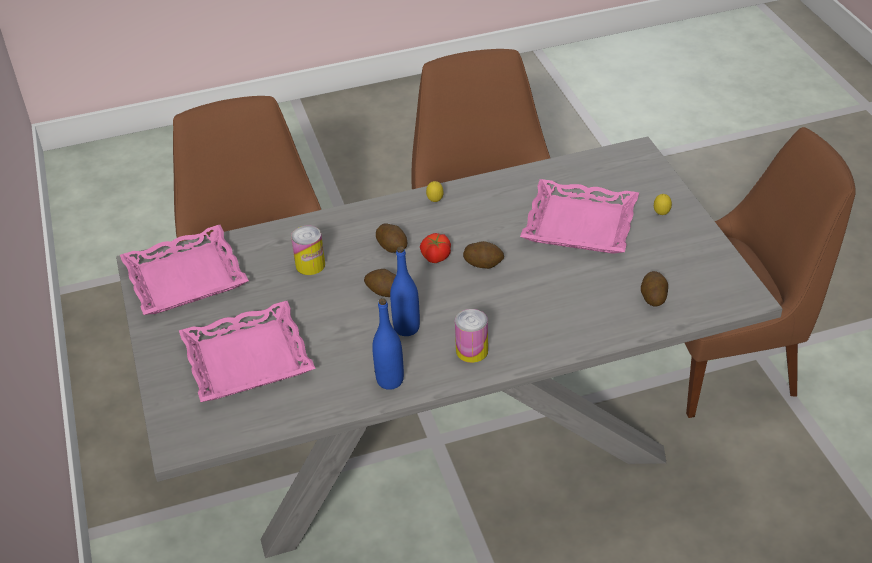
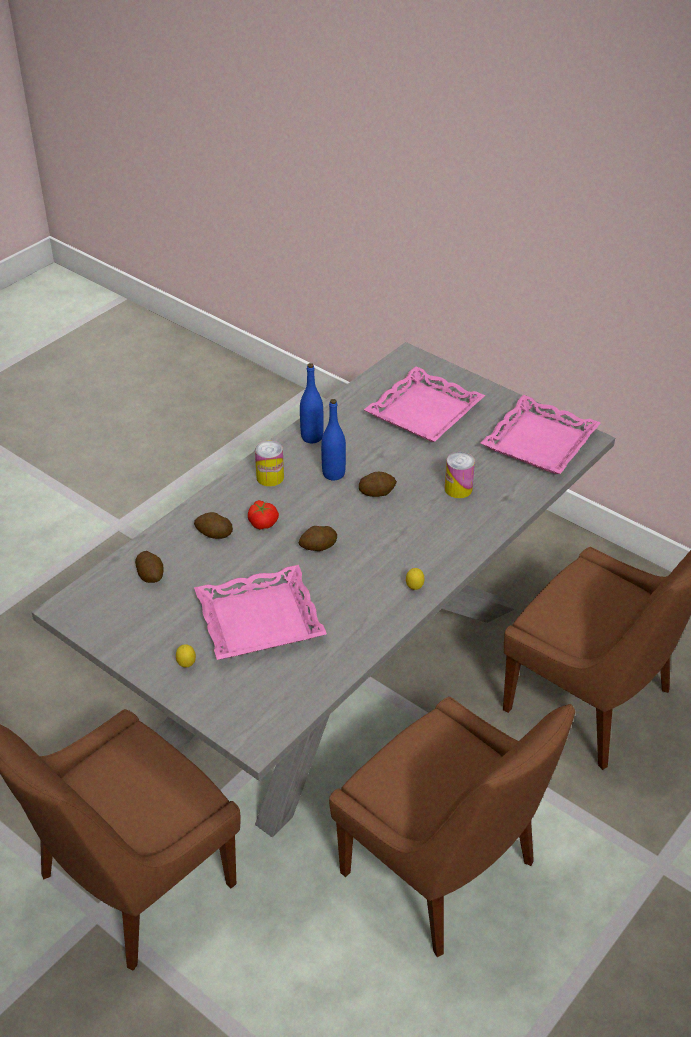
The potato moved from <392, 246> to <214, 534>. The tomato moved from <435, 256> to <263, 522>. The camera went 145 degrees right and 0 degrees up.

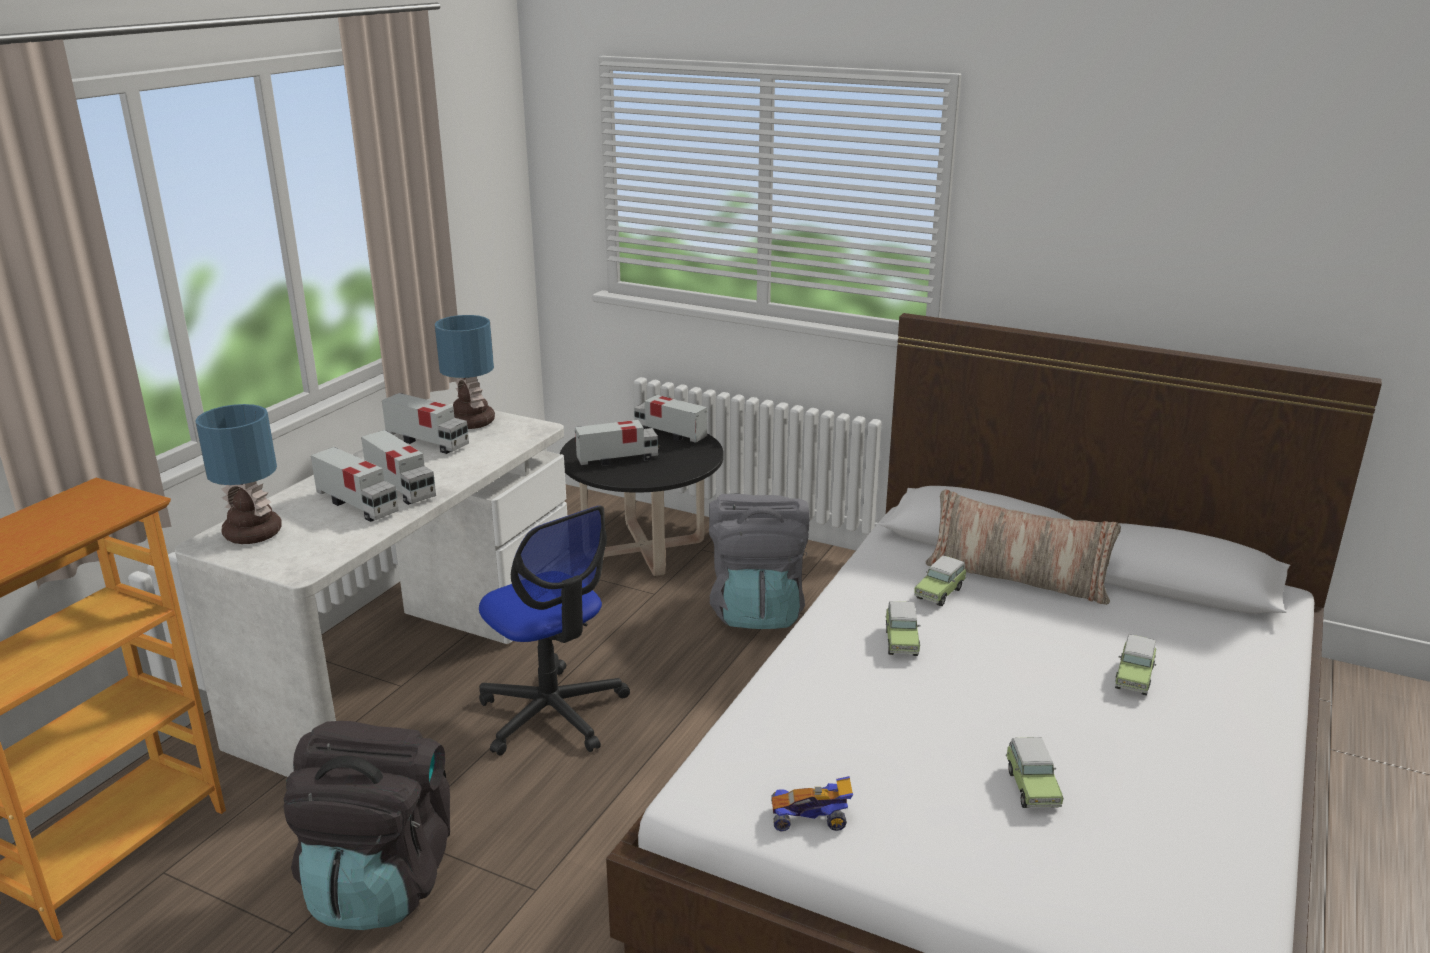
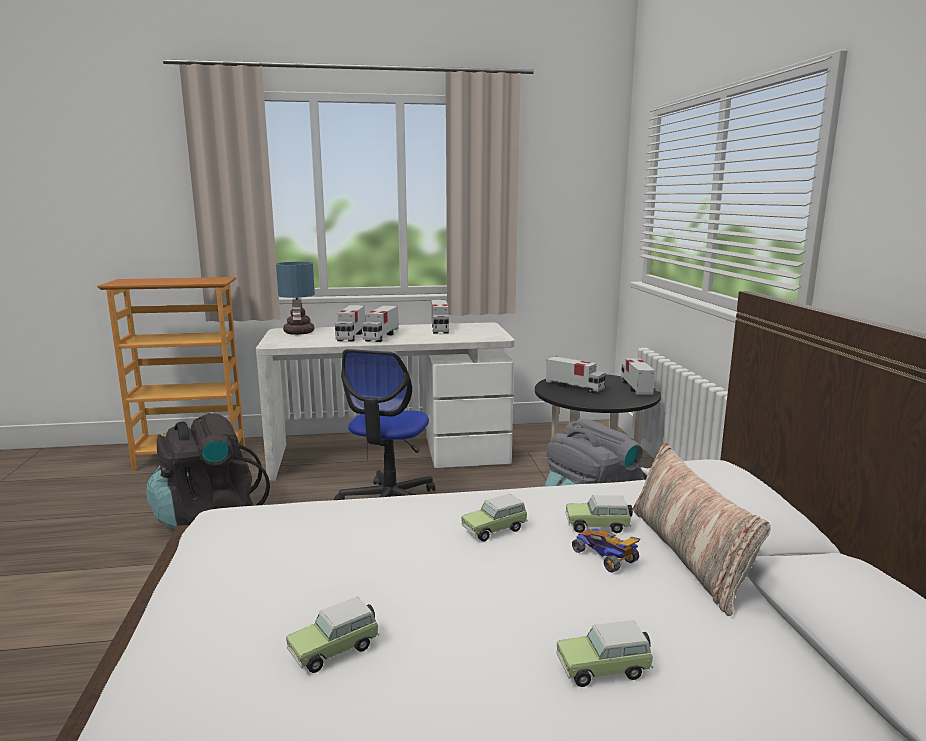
The table_lamp at <470, 421> disappeared. The toy_car moved from <810, 816> to <606, 557>. The camera went 55 degrees right and 10 degrees down.

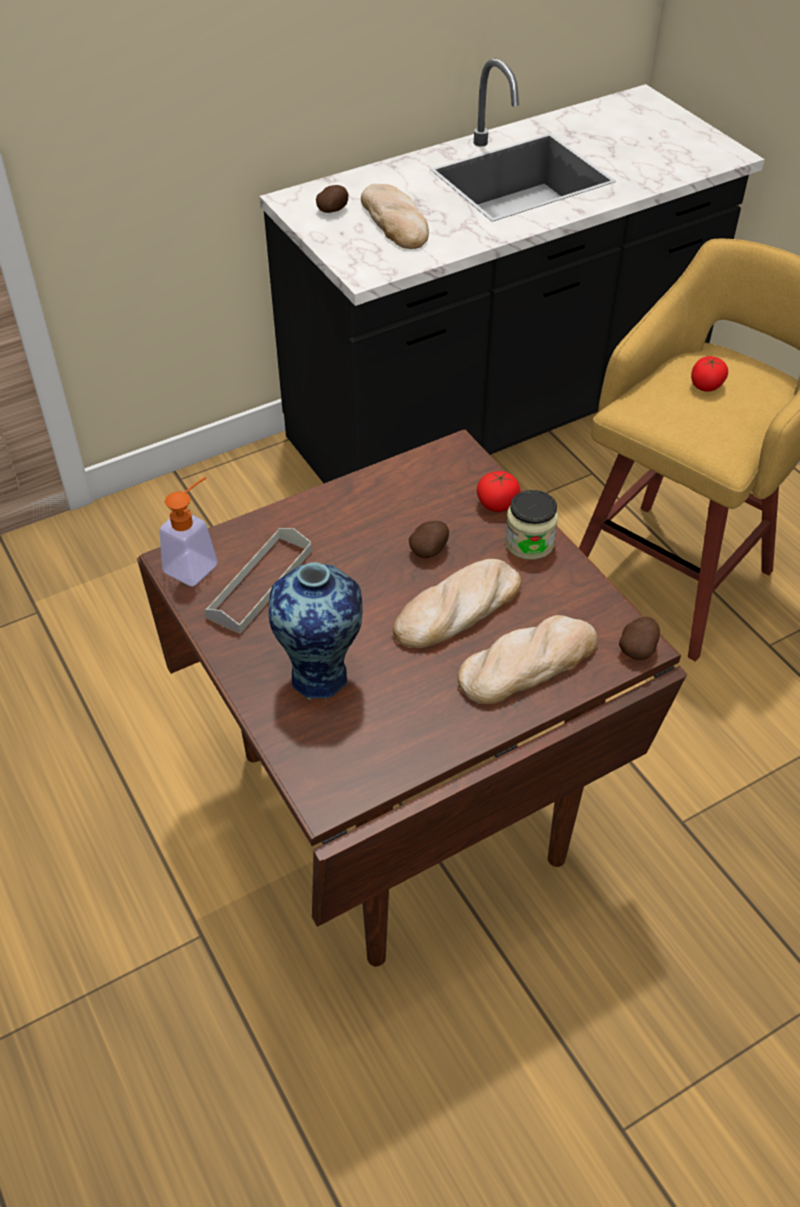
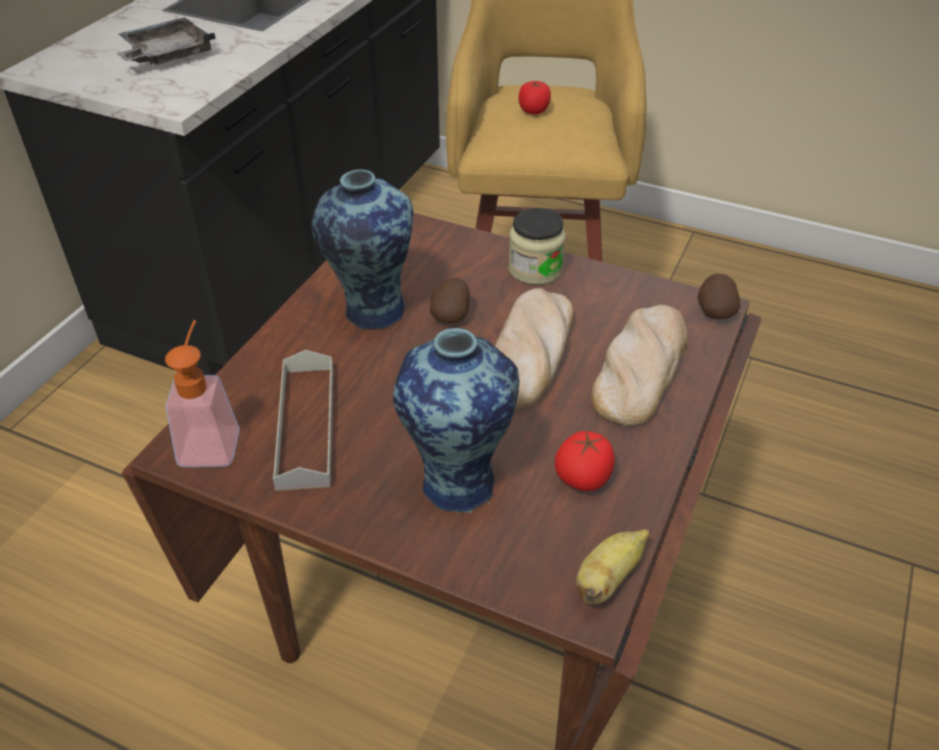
The potato at <333, 210> disappeared. The bread at <395, 221> was replaced by the grey_tray at <167, 55>. The tomato moved from <497, 504> to <583, 477>. The vase at <371, 310> appeared. The banana at <608, 579> appeared. The camera went 35 degrees left and 5 degrees down.

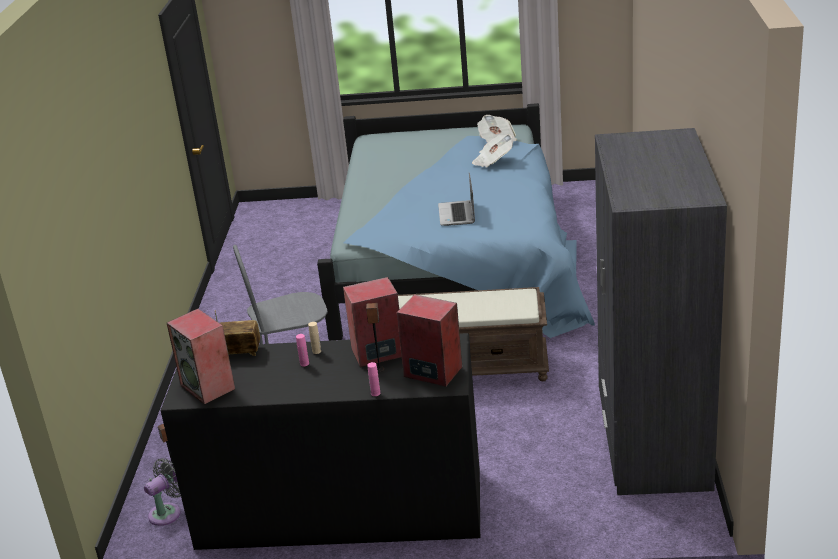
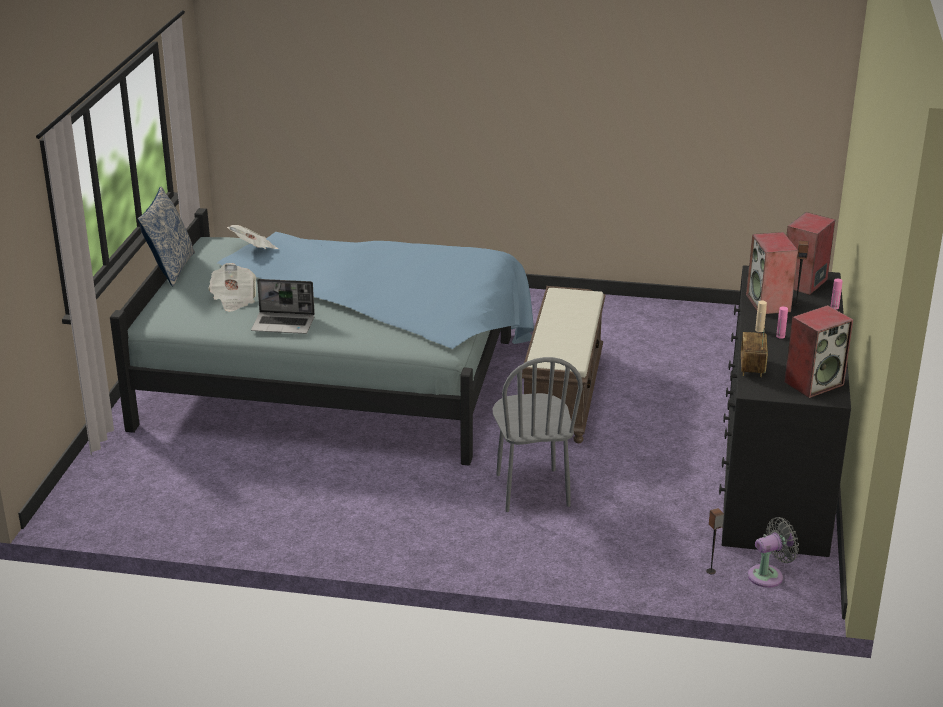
The grey_fan at <167, 512> turned 105 degrees clockwise. The laptop moved from <457, 215> to <284, 324>. The newspaper moved from <493, 161> to <234, 299>. The grey_wardrobe at <651, 440> disappeared. The pillow at <170, 269> appeared. The camera went 85 degrees left and 0 degrees up.

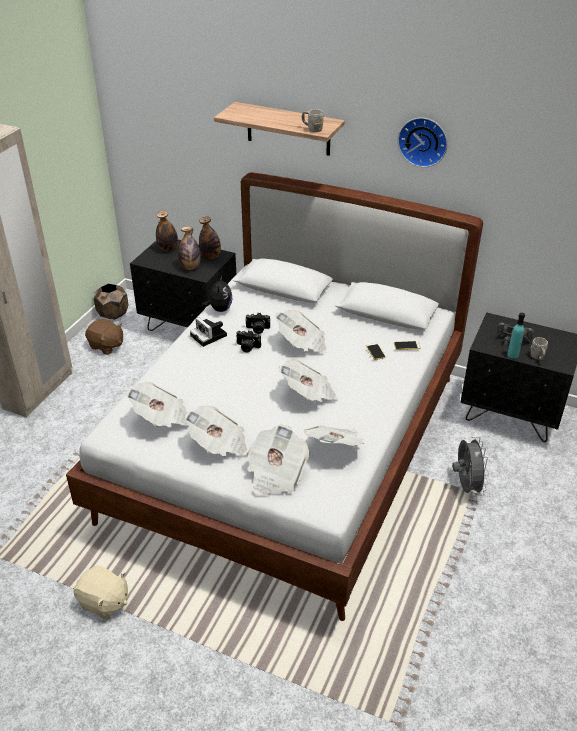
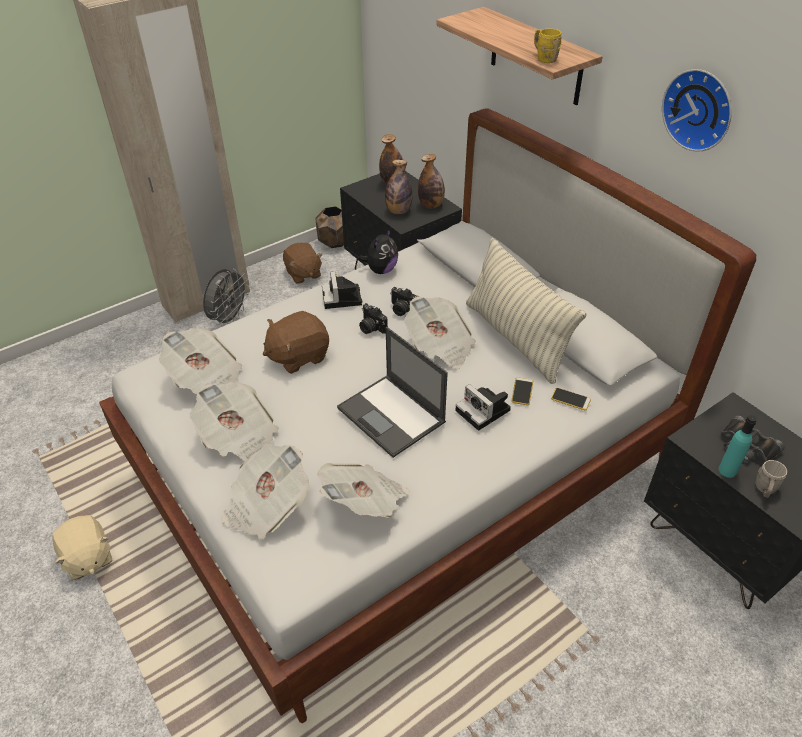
The newspaper at <309, 394> was replaced by the laptop at <392, 416>. The grey_mug at <312, 129> became the yellow_mug at <544, 58>. The grey_fan moved from <466, 486> to <229, 318>. The brown_plush_toy at <298, 356> appeared. The photo_camera at <484, 411> appeared. The pillow at <516, 338> appeared. The camera went 30 degrees right and 5 degrees up.

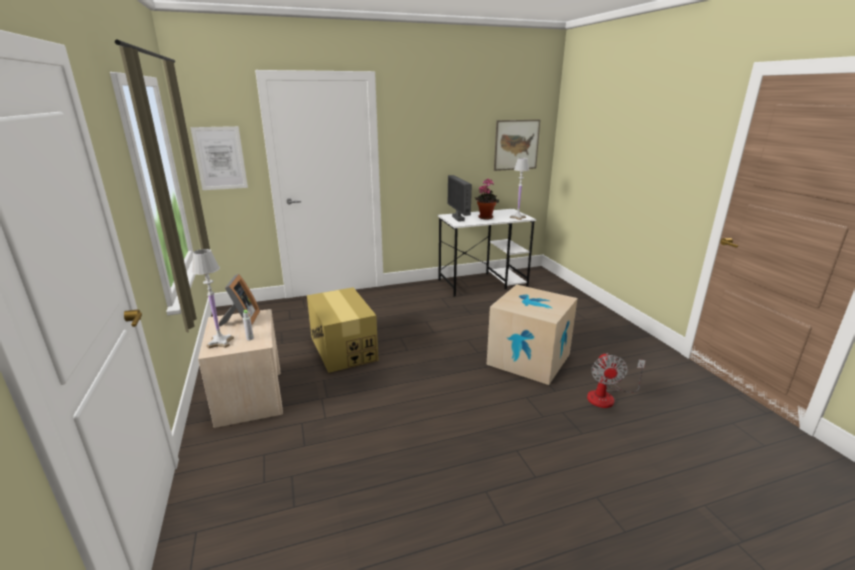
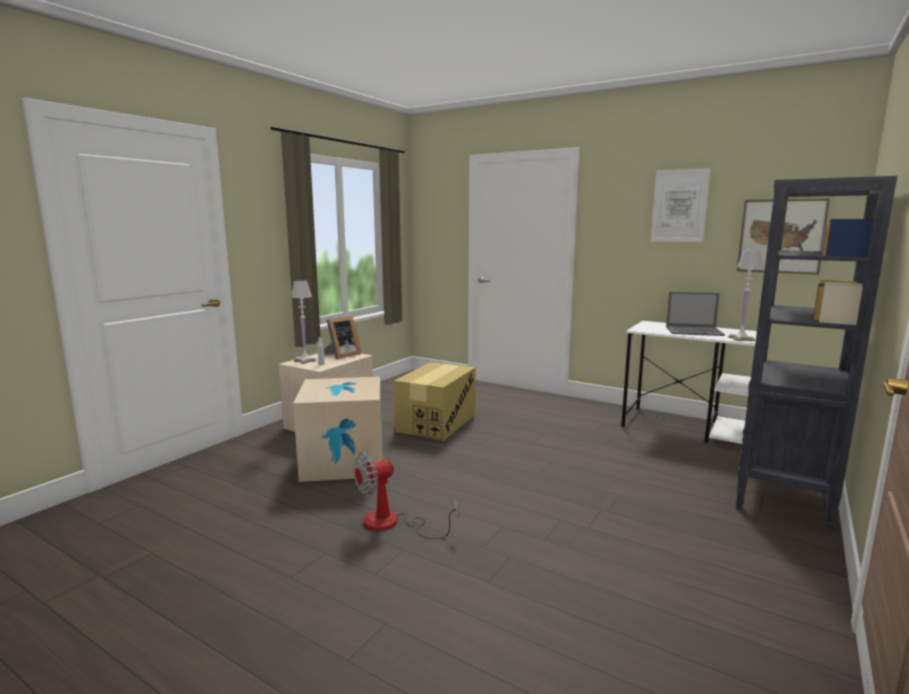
The picture moved from <220, 158> to <679, 206>. The monitor at <459, 218> disappeared. The potted_plant at <485, 217> was replaced by the laptop at <694, 331>. The cardboard_box moved from <528, 359> to <343, 462>. The fan moved from <607, 396> to <392, 524>. The black_bookcase at <783, 497> appeared. The camera went 50 degrees right and 10 degrees down.

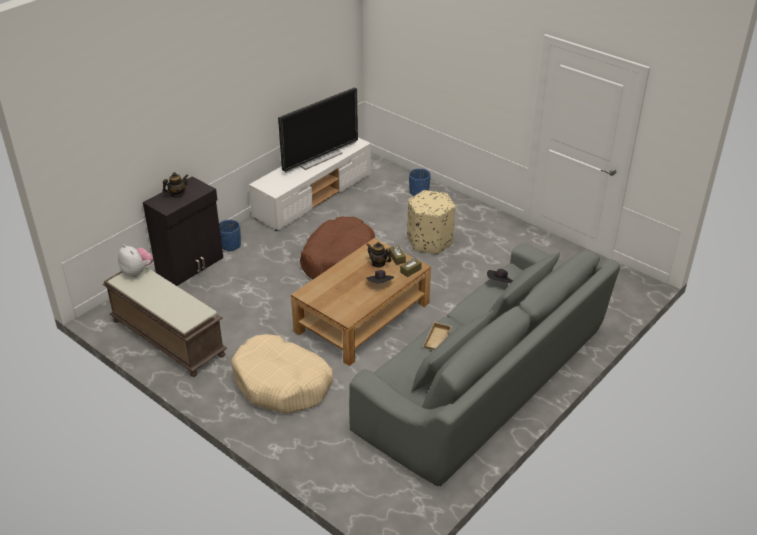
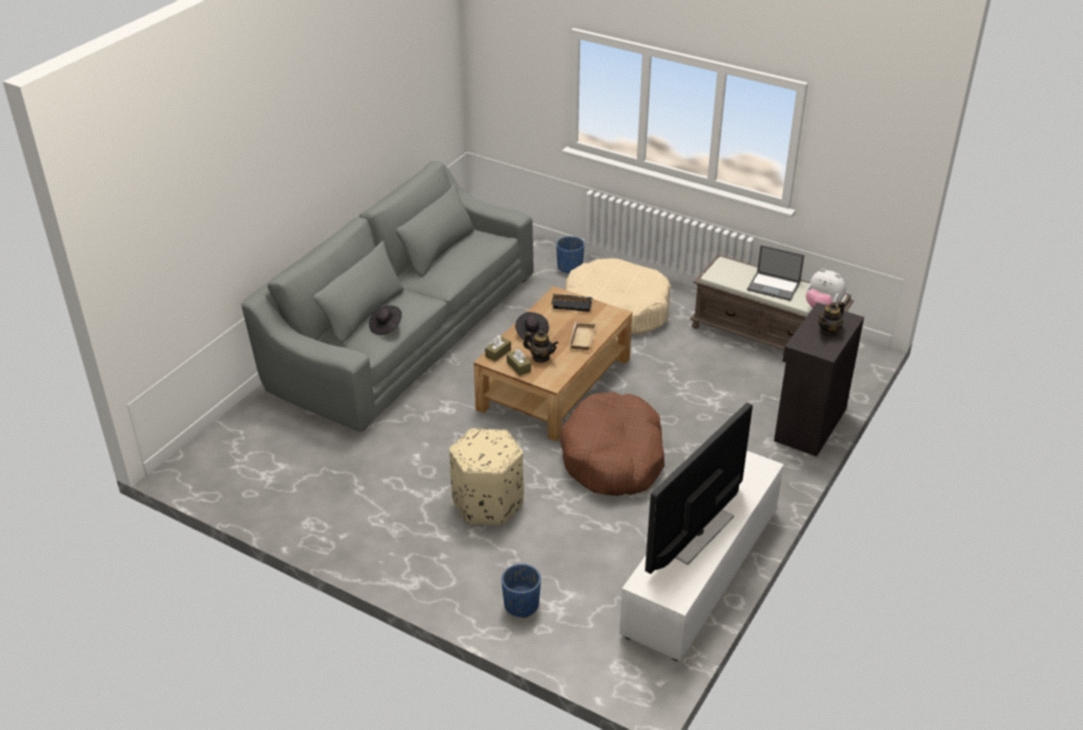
The blue_planter moved from <230, 245> to <570, 267>. The beige_tray moved from <438, 340> to <581, 338>. The black_tray at <572, 305> appeared. The laptop at <774, 286> appeared. The camera went 170 degrees right and 0 degrees up.

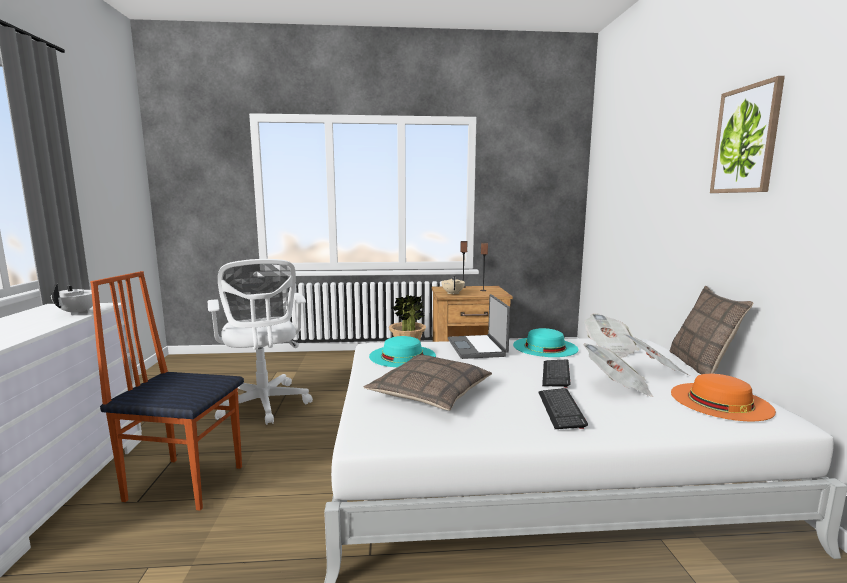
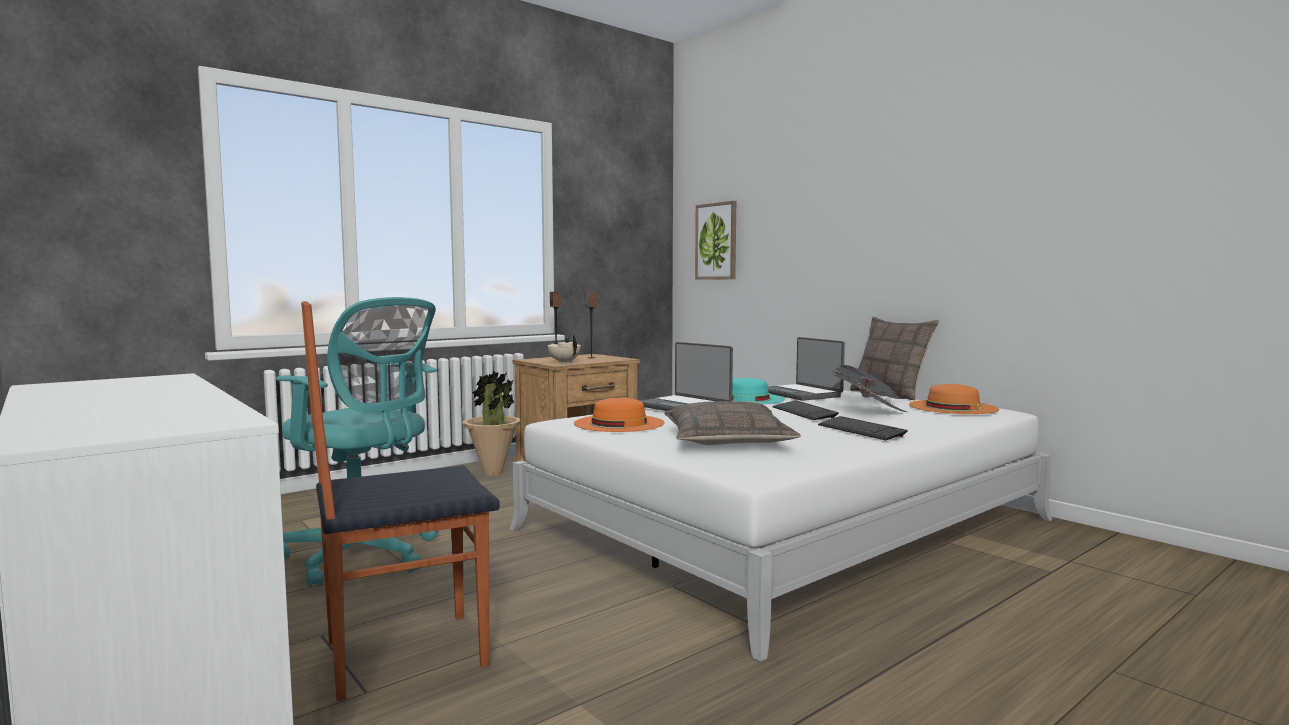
The white_teapot at <79, 312> disappeared. The white_office_chair at <264, 406> became the turquoise_office_chair at <363, 557>. The turquoise_hat at <402, 356> became the orange_hat at <619, 423>. The newspaper at <610, 349> was replaced by the laptop at <801, 394>. The picture moved from <746, 140> to <716, 241>. The camera went 35 degrees left and 5 degrees down.

